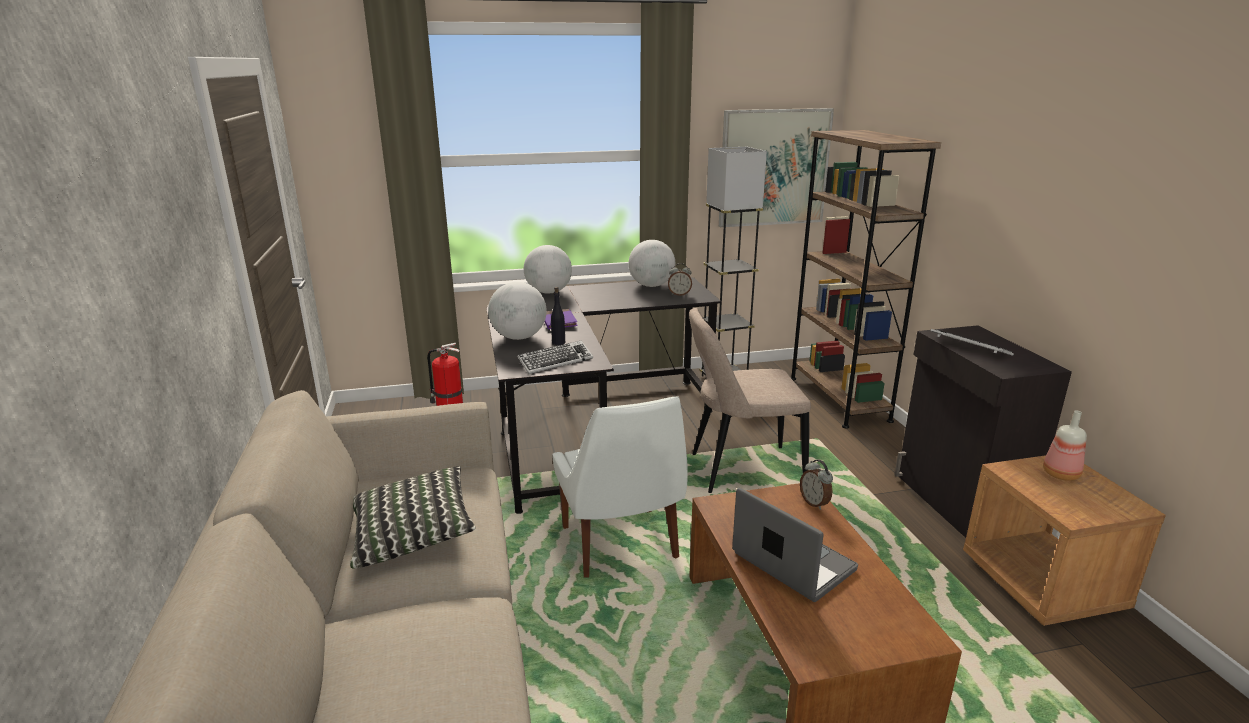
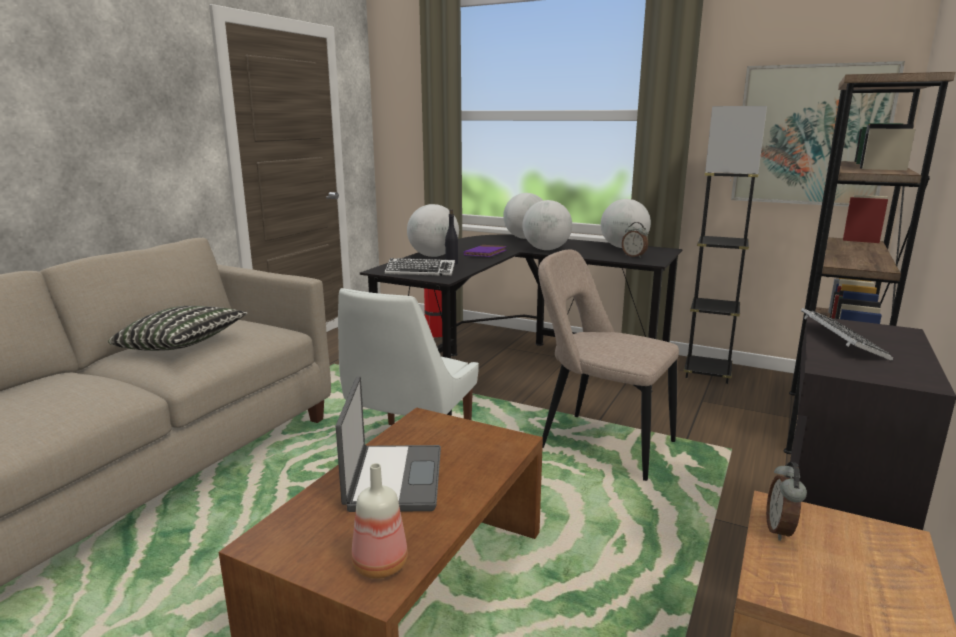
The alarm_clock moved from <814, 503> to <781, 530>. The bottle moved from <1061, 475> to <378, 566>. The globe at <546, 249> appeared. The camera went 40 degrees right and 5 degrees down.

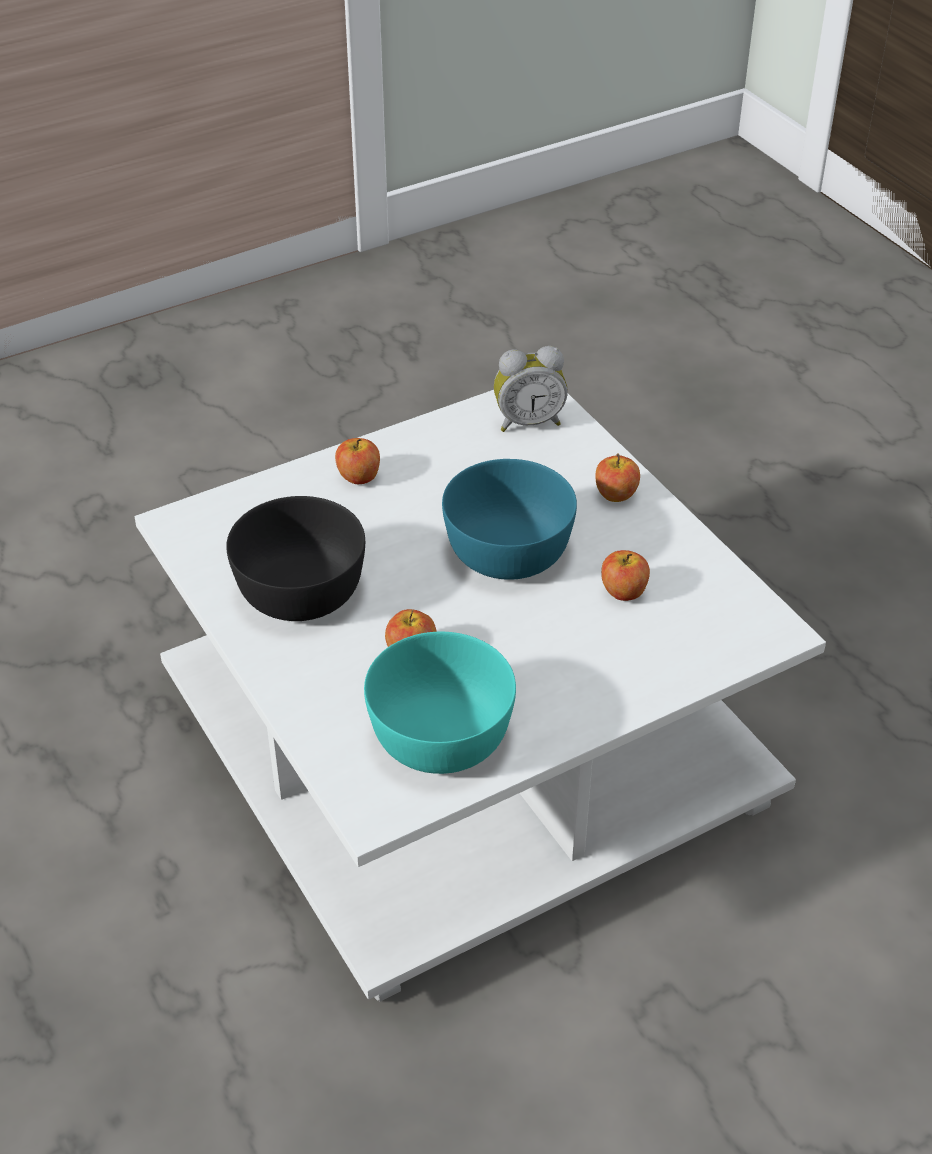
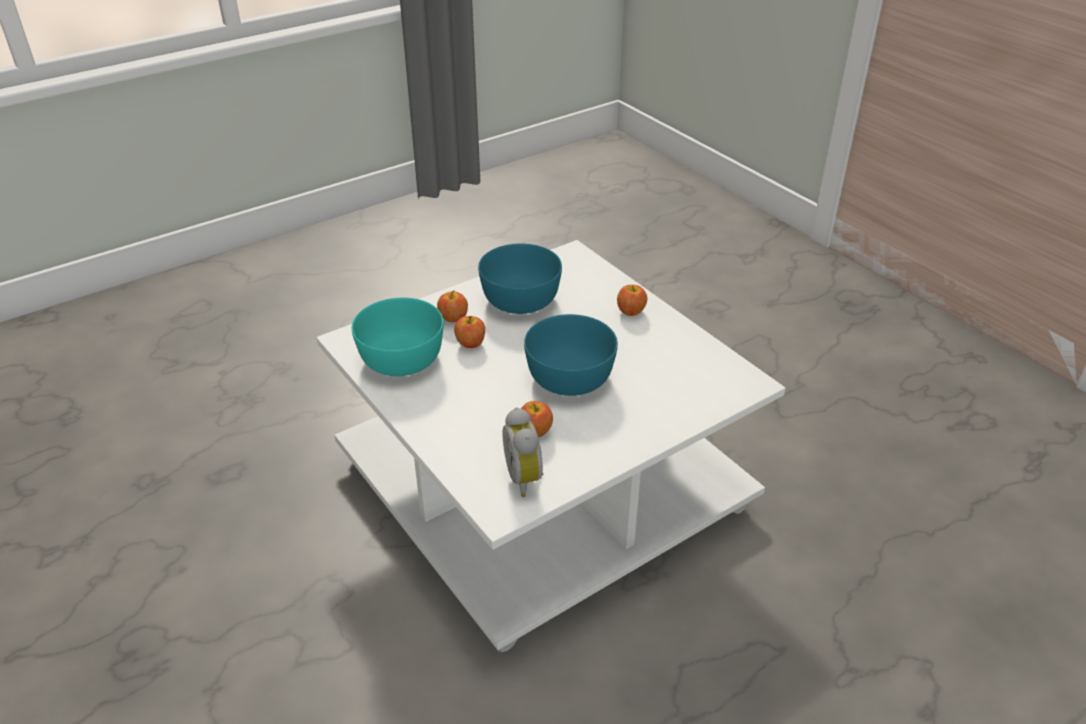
The black_bowl at <300, 588> became the turquoise_bowl at <522, 299>. The alarm_clock moved from <528, 421> to <526, 478>. The apple moved from <616, 494> to <453, 318>. The camera went 85 degrees right and 5 degrees down.

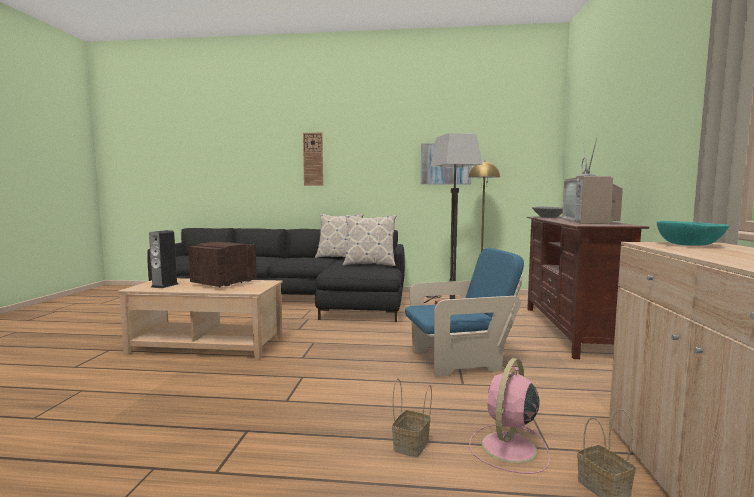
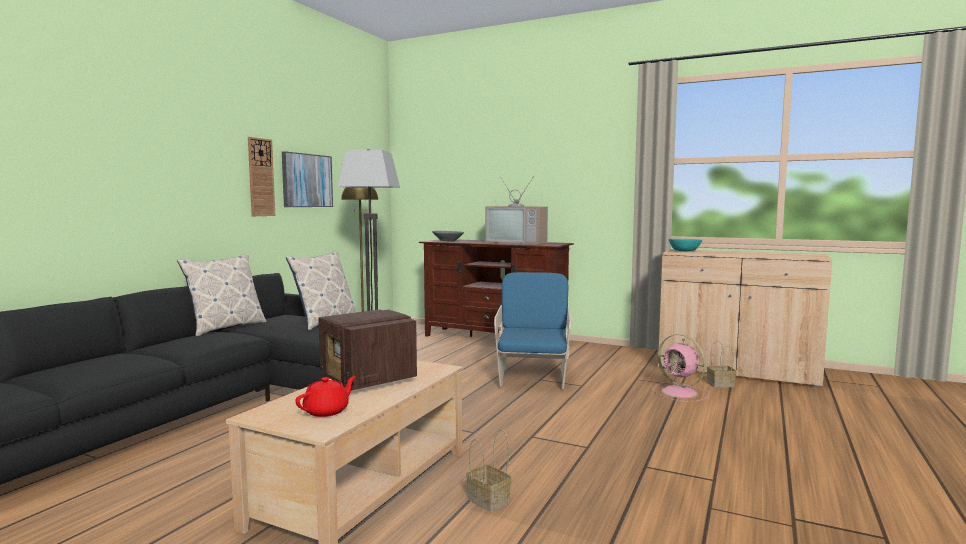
The speaker at <165, 285> was replaced by the red_teapot at <327, 411>. The wall_clock moved from <313, 159> to <261, 177>. The basket moved from <411, 446> to <490, 501>. The camera went 70 degrees left and 0 degrees up.

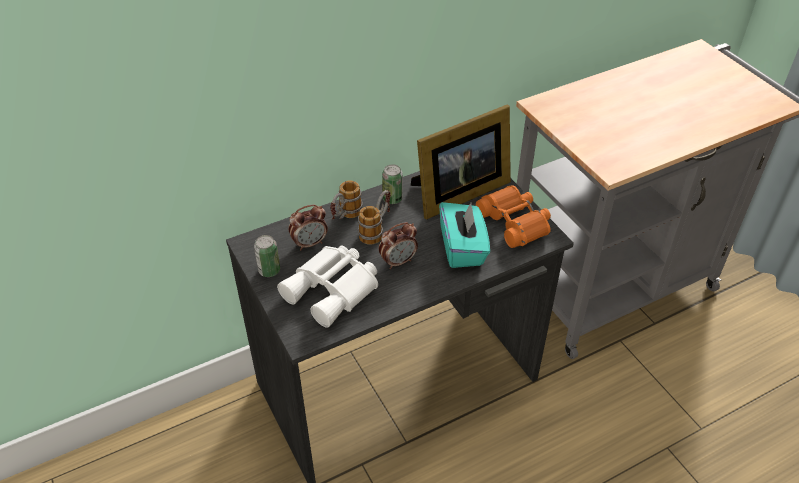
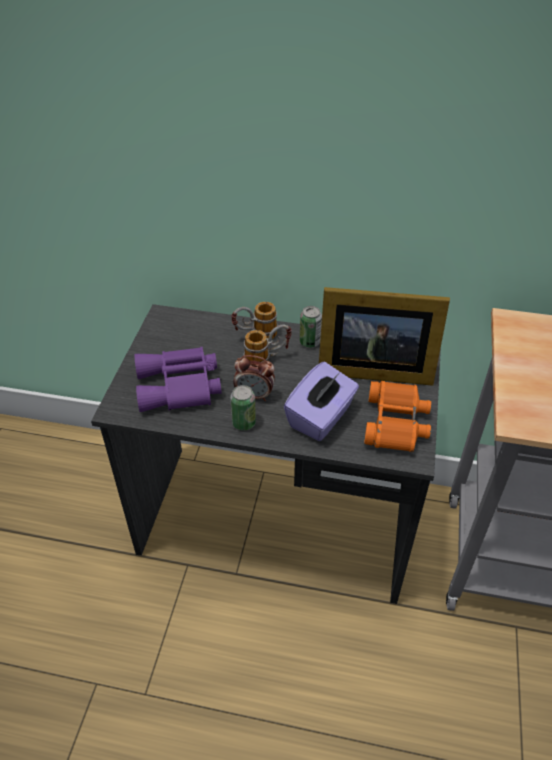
The can moved from <269, 270> to <244, 423>. The white_binoculars at <334, 290> became the purple_binoculars at <180, 387>. The alarm_clock at <310, 243> disappeared. The turquoise_tissue_box at <462, 248> became the purple_tissue_box at <321, 417>. The camera went 40 degrees right and 0 degrees up.

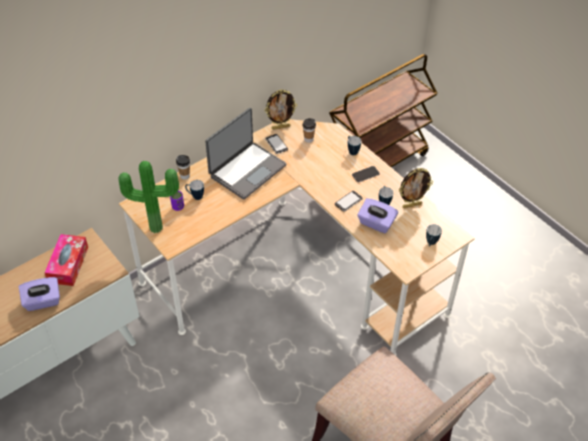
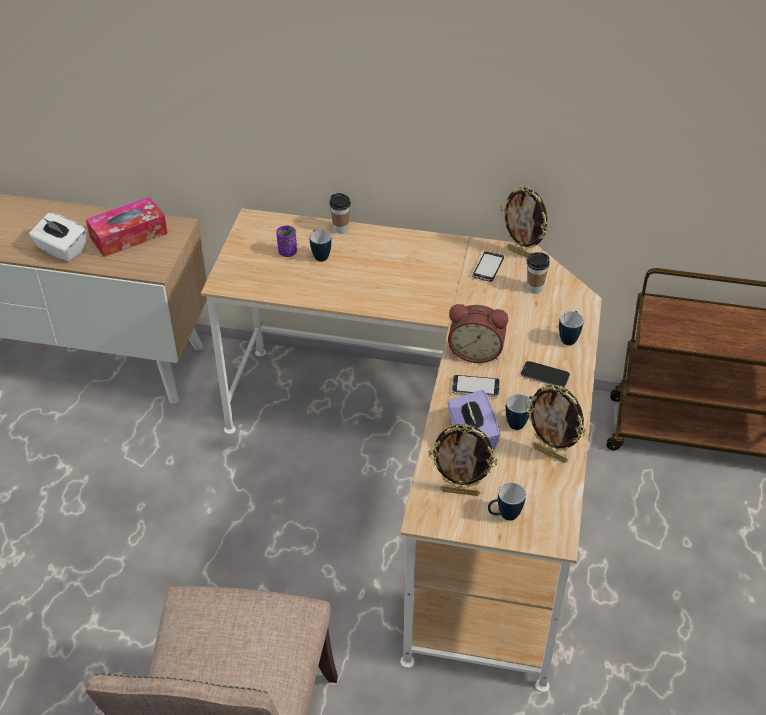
The purple_tissue_box at <43, 301> became the white_tissue_box at <61, 250>. The potted_plant at <156, 226> disappeared. The laptop at <246, 170> disappeared. The picture_frame at <460, 491> appeared. The alarm_clock at <476, 351> appeared. The camera went 50 degrees right and 5 degrees down.

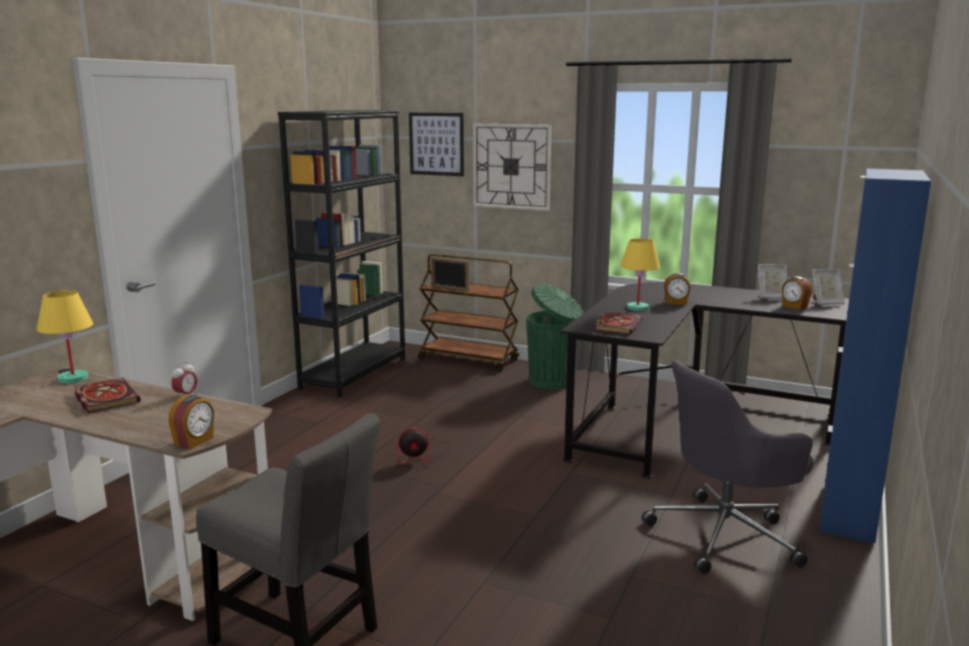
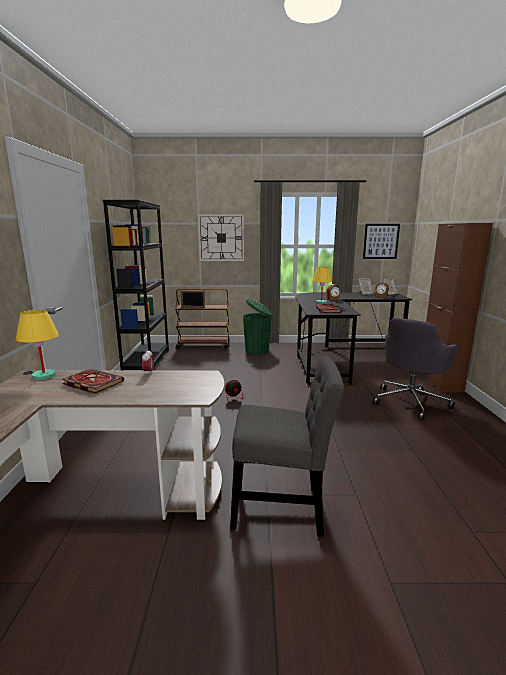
The alarm_clock at <195, 442> disappeared. The picture moved from <436, 144> to <381, 241>. The blue_cabinet at <848, 511> became the brown_cabinet at <440, 382>. The camera went 25 degrees left and 0 degrees up.

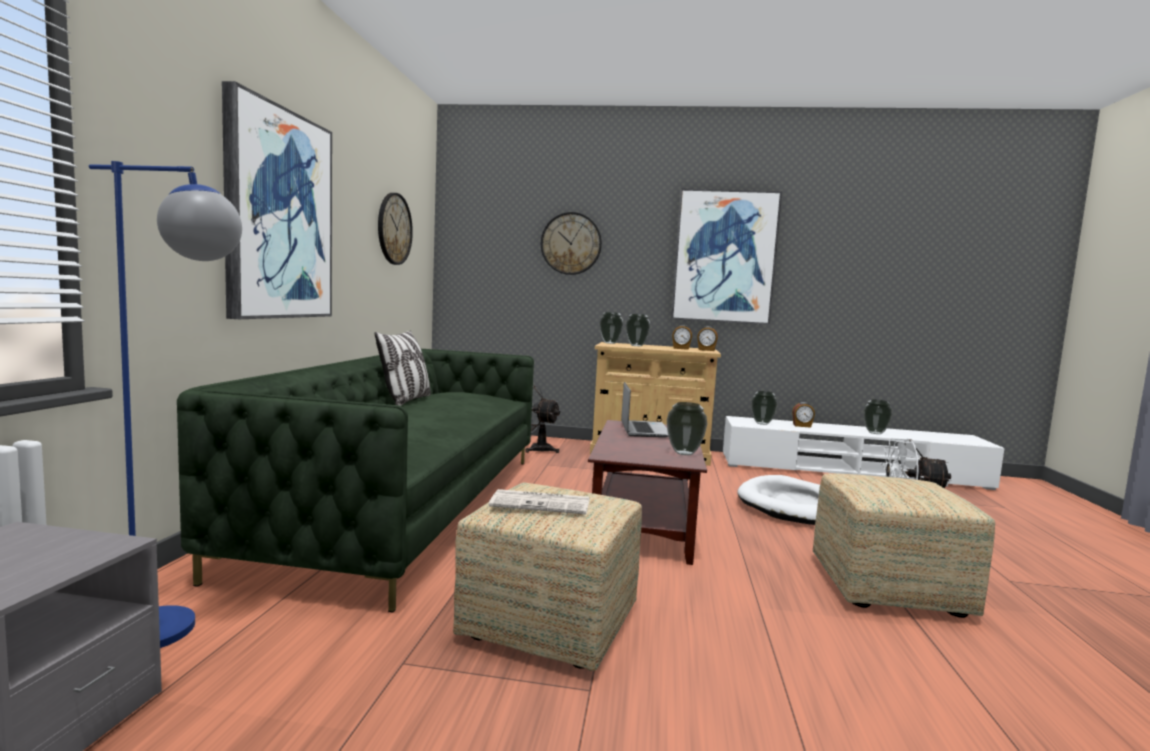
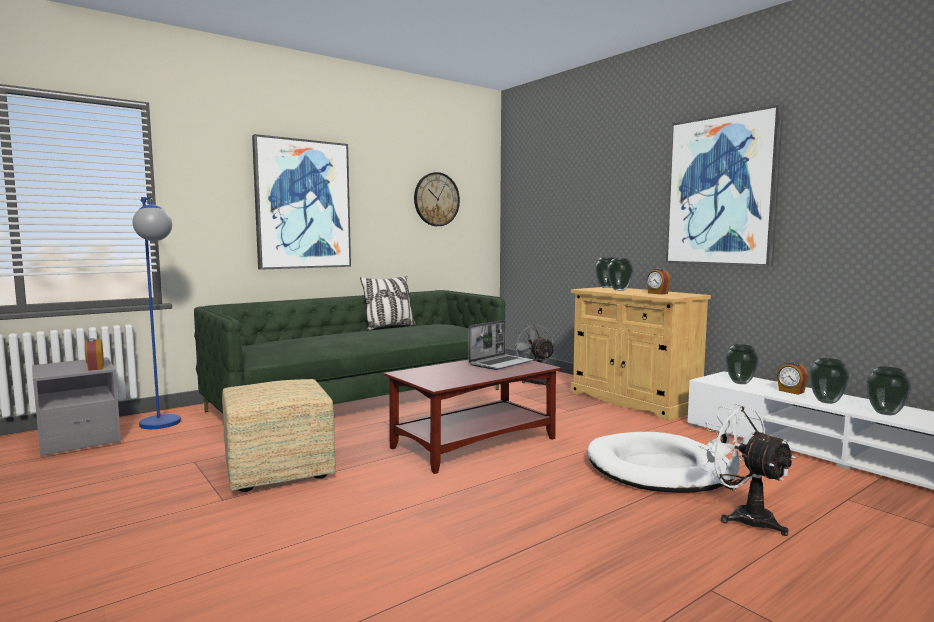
The newspaper at <542, 503> disappeared. The wall_clock at <571, 243> disappeared. The vase moved from <684, 453> to <827, 401>. The alarm_clock moved from <706, 350> to <95, 368>. The ottoman at <886, 588> disappeared. The camera went 45 degrees right and 0 degrees up.

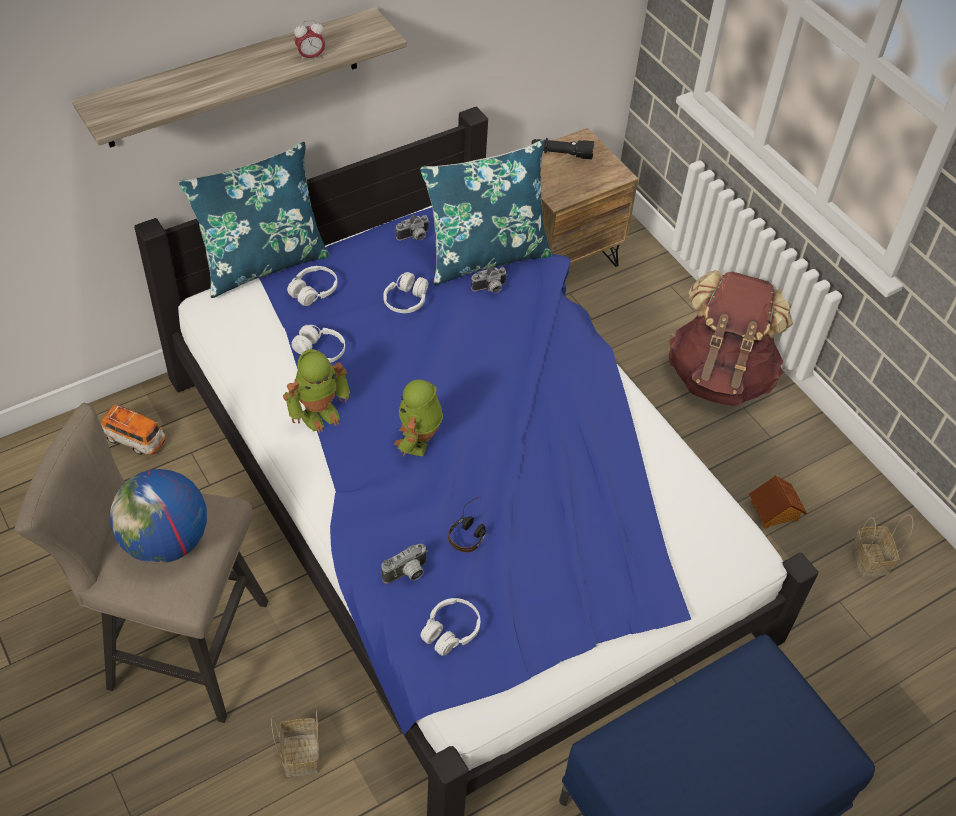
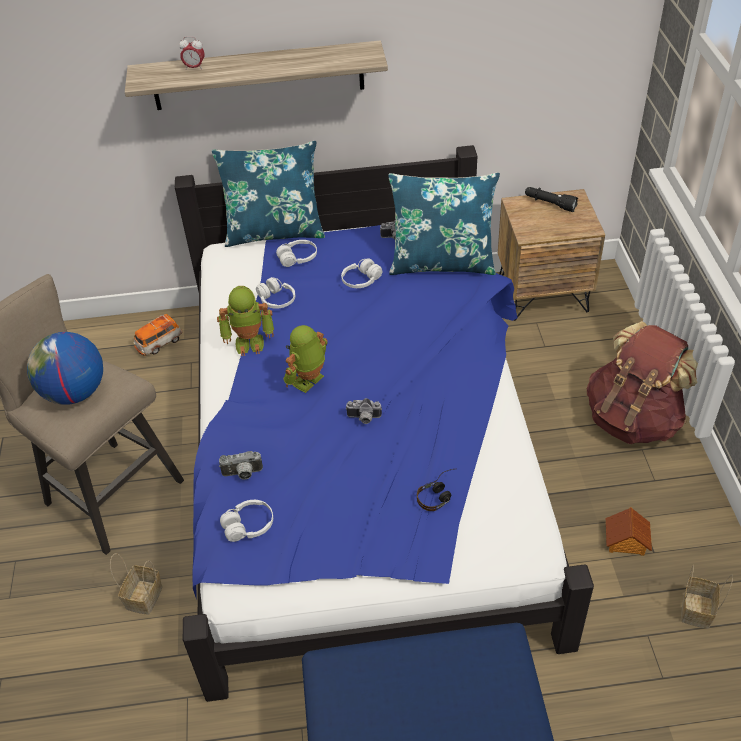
The toy_car at <135, 439> turned 90 degrees clockwise. The alarm_clock moved from <310, 57> to <194, 68>. The headphones moved from <470, 530> to <439, 494>. The photo_camera moved from <490, 289> to <364, 418>. The camera went 30 degrees right and 5 degrees down.

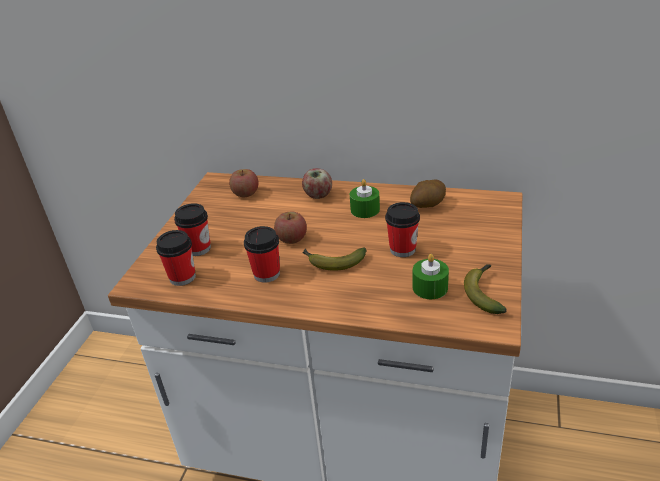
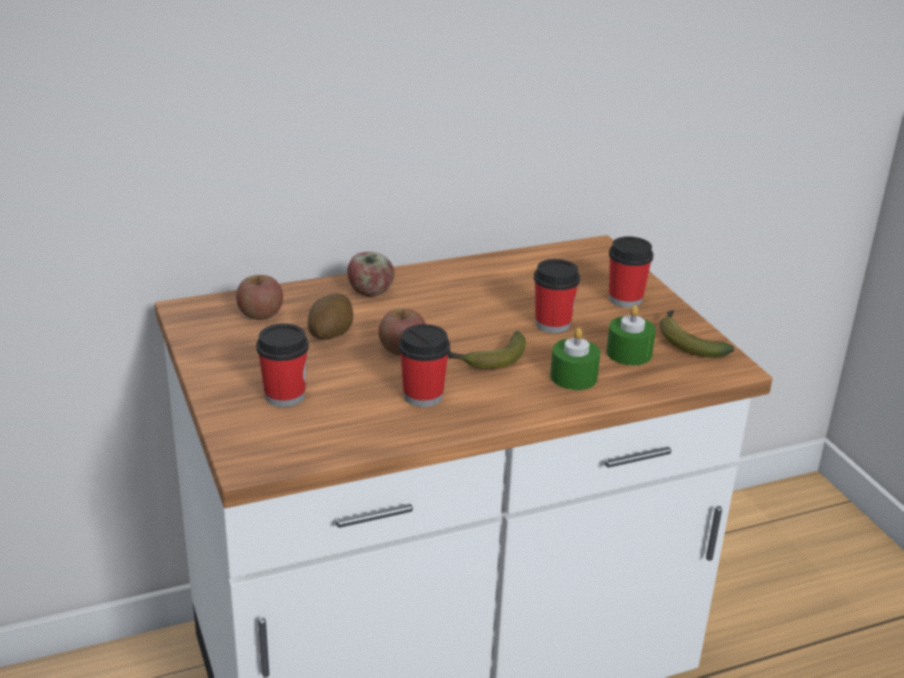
The cup moved from <182, 277> to <625, 299>. The green_candle moved from <365, 210> to <573, 377>. The potato moved from <427, 205> to <331, 334>. The camera went 40 degrees left and 5 degrees down.

